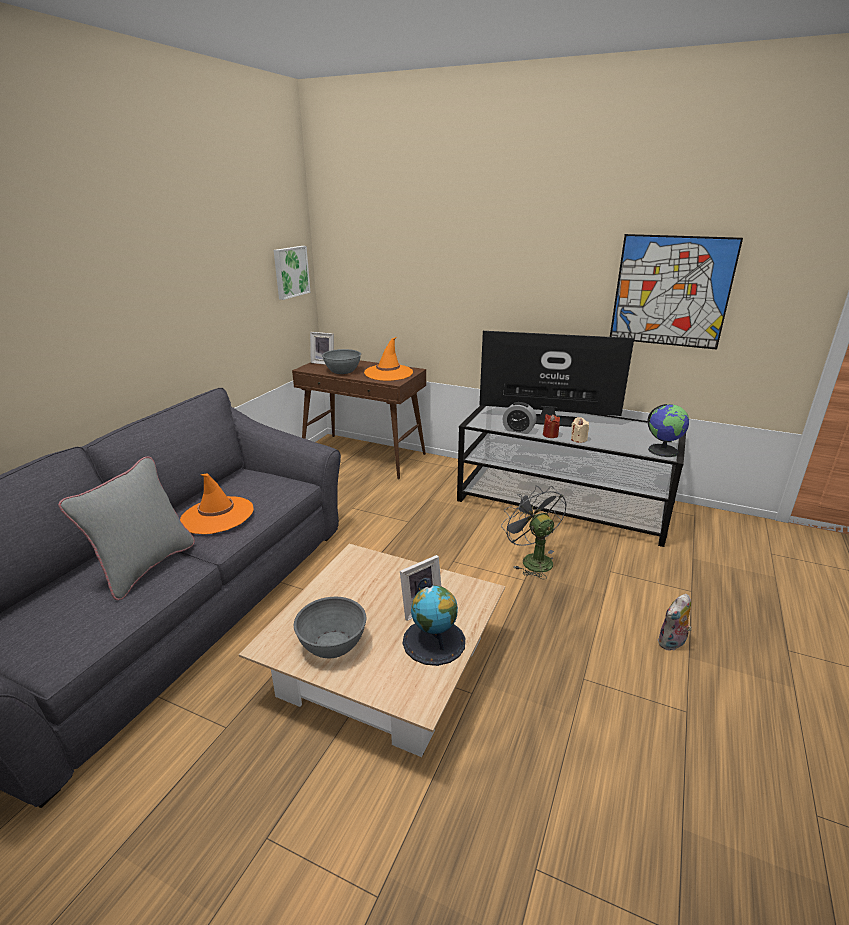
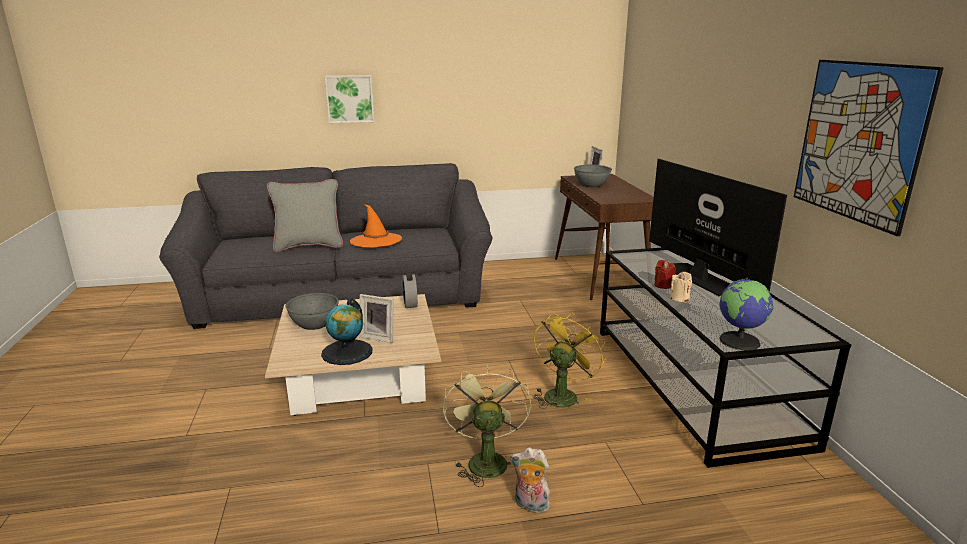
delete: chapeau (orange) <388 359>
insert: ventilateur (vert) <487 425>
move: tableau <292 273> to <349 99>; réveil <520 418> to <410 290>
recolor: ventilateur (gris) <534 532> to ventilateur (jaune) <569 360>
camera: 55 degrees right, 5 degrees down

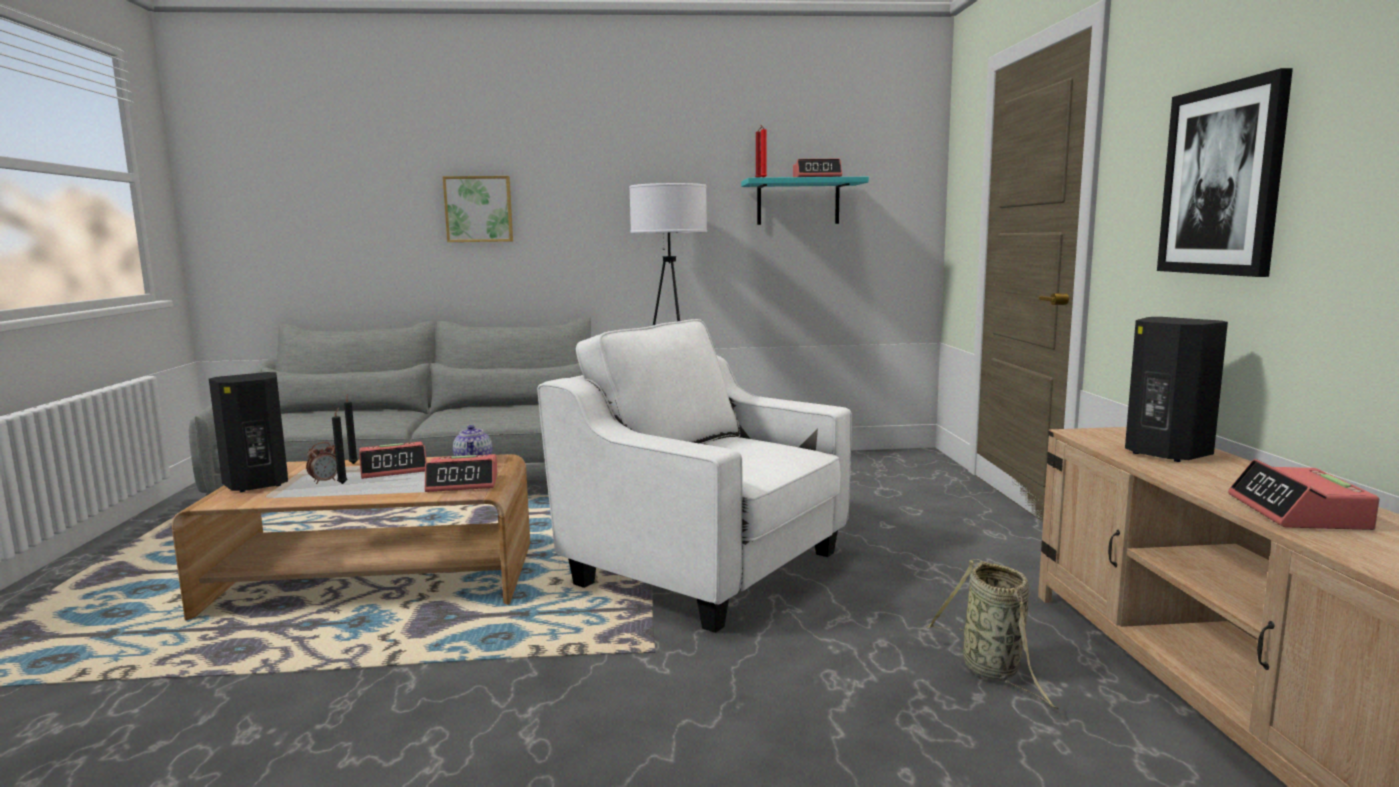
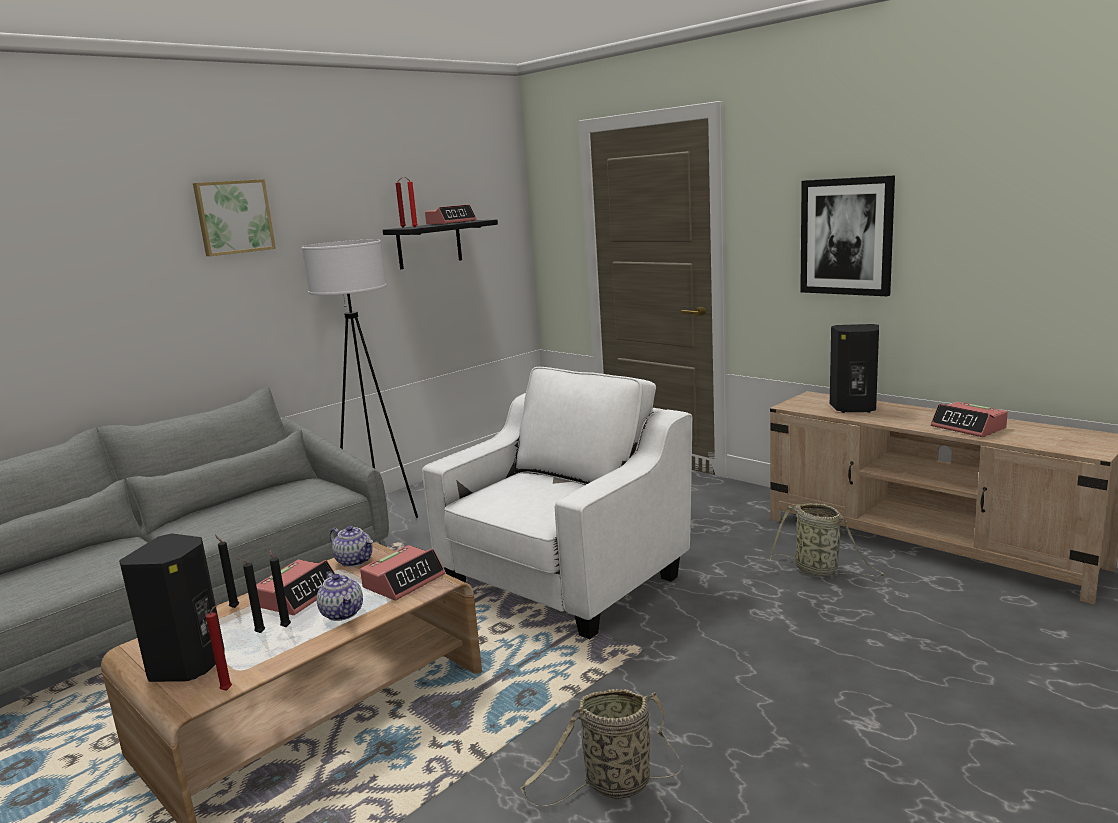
insert: bougie (rouge) <219 647>; théière <340 596>; panier <601 748>
move: tableau <478 209> to <234 217>
replace: réveil <321 463> to bougie (noir) <251 595>
recolor: étagère (turquoise) <805 201> to étagère (noir) <440 244>
rotate: fauteuil (blanc) <694 476> = <557 503> 135 degrees clockwise
camera: 40 degrees left, 5 degrees up

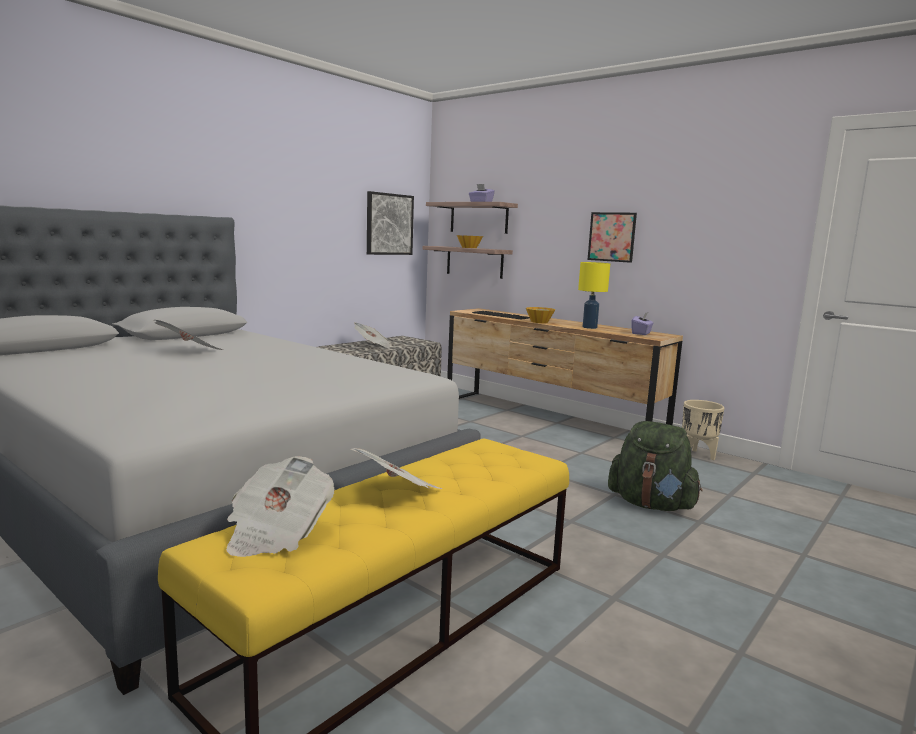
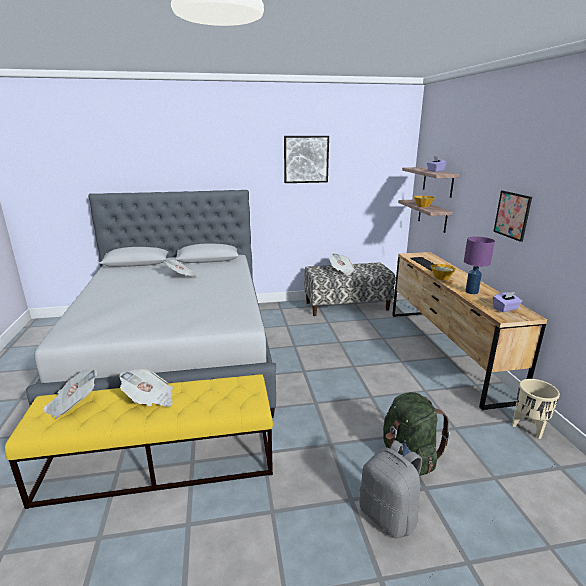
insert: sac à dos (gris) <391 489>
move: tableau <390 223> to <306 159>
recolor: lampe de table (jaune) <594 295> to lampe de table (violet) <479 265>
camera: 40 degrees right, 10 degrees up

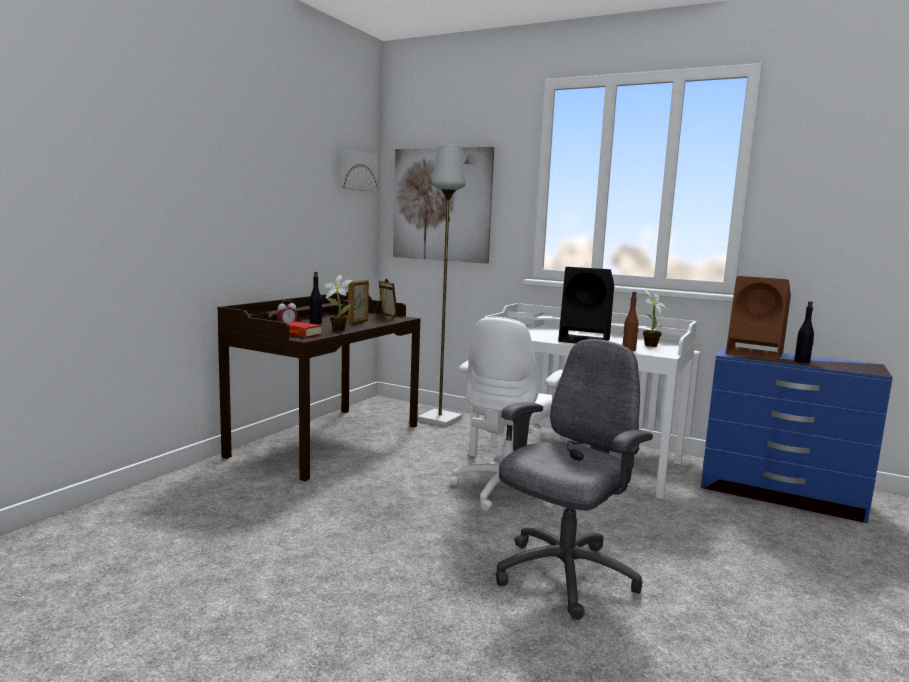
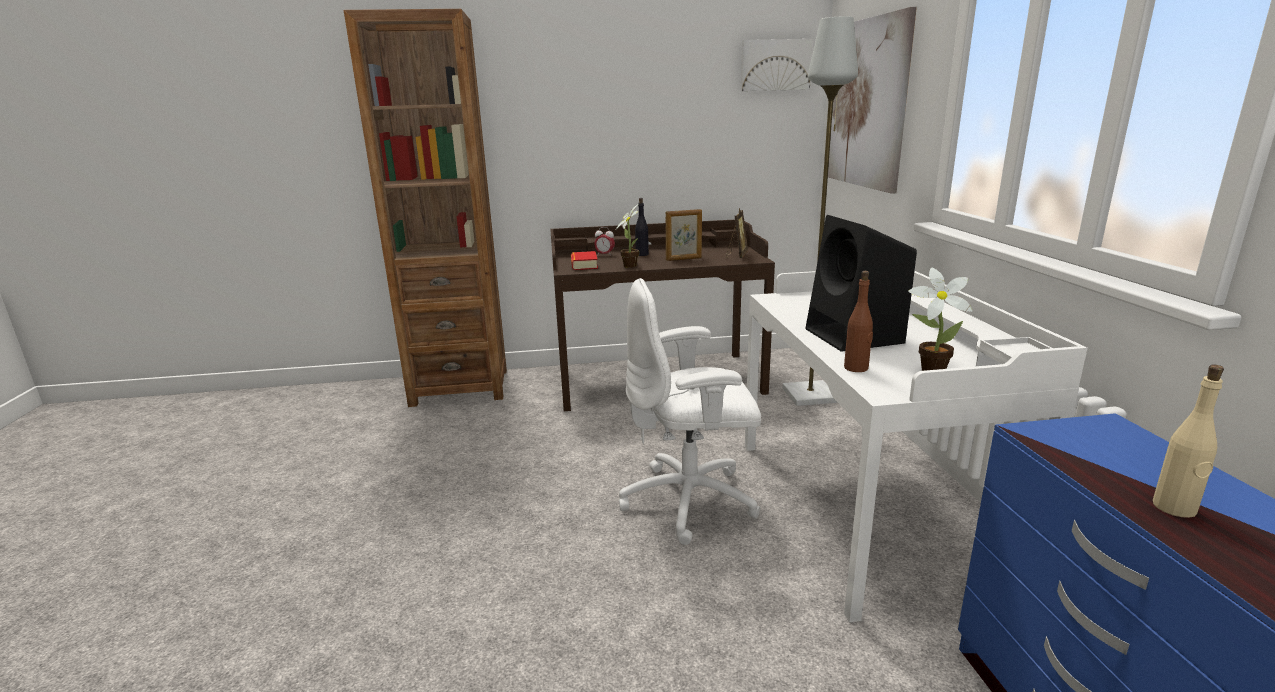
delete: chaise de bureau (gris) <574 479>; enceinte (marron) <758 318>
insert: bibliothèque (marron) <425 208>
recolor: bouteille (noir) <804 332> to bouteille (beige) <1188 441>
camera: 55 degrees right, 10 degrees up

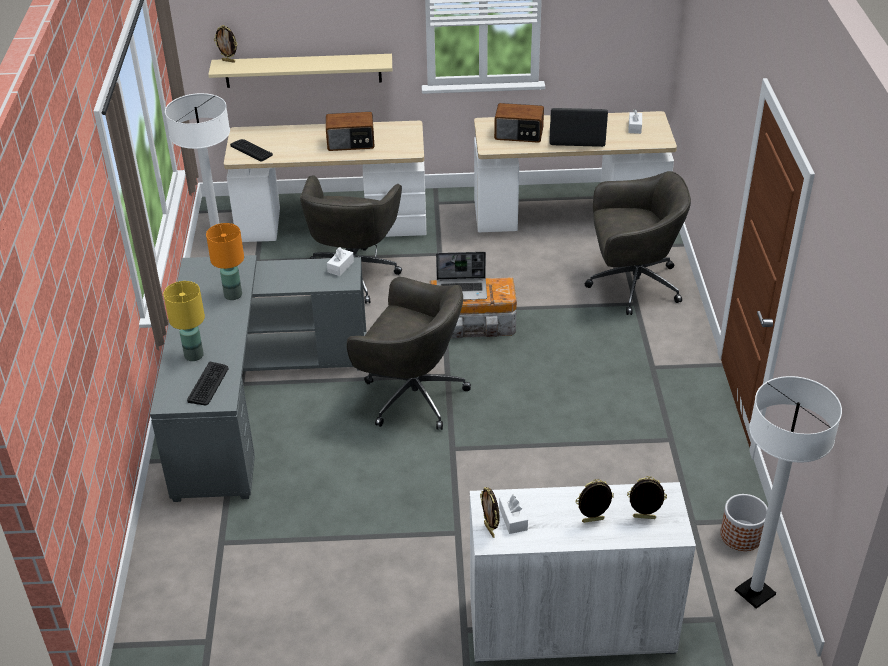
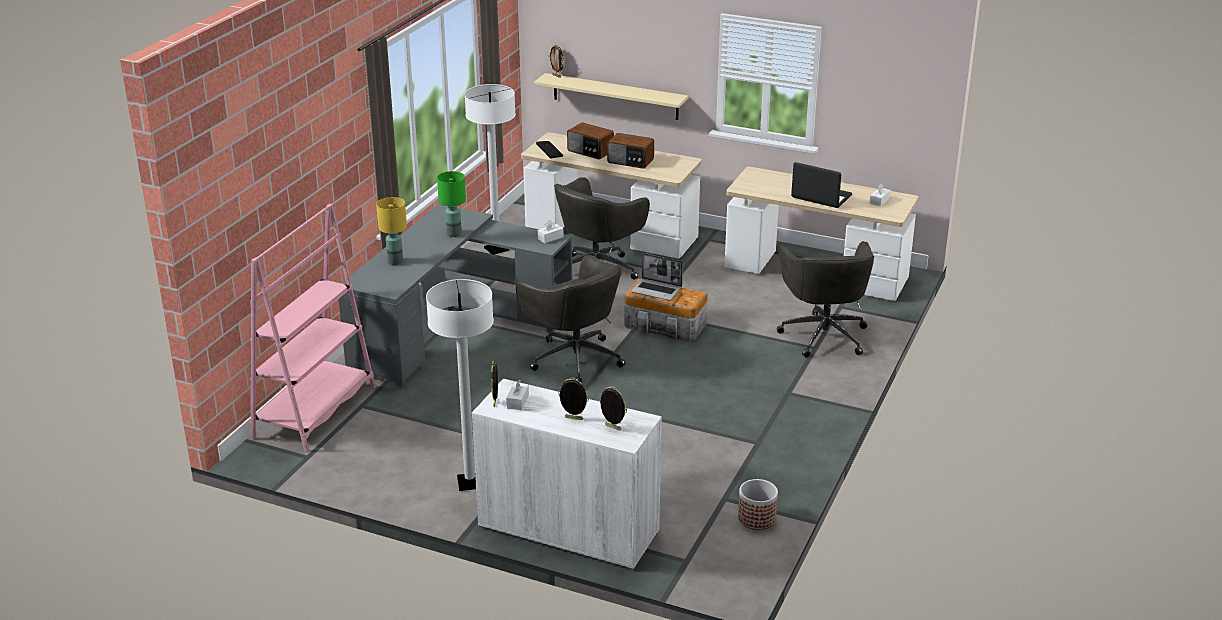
delete: clavier <208 383>
insert: bibliothèque (rose) <313 328>
move: radio <519 123> to <590 141>; lampadaire (blanc) <788 492> to <460 385>
recolor: lampe de table (orange) <225 261> to lampe de table (vert) <451 204>
rotate: chaise de bureau (gris) <638 243> = <826 299> 60 degrees clockwise
camera: 25 degrees right, 10 degrees down

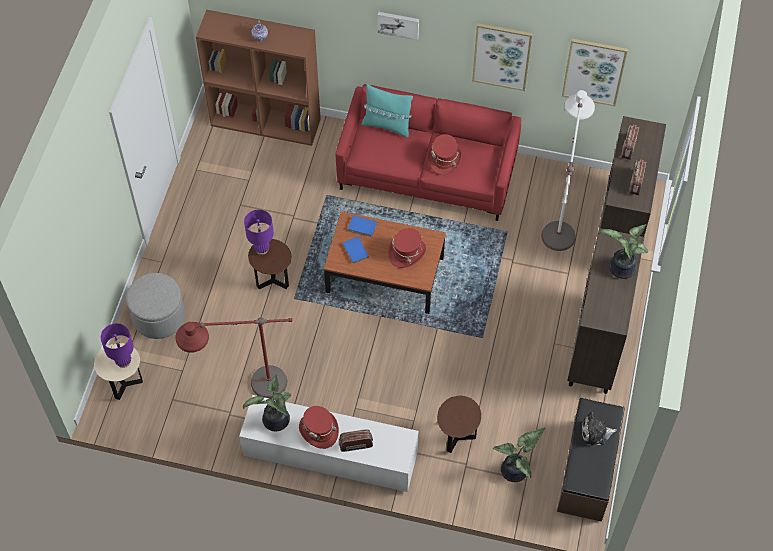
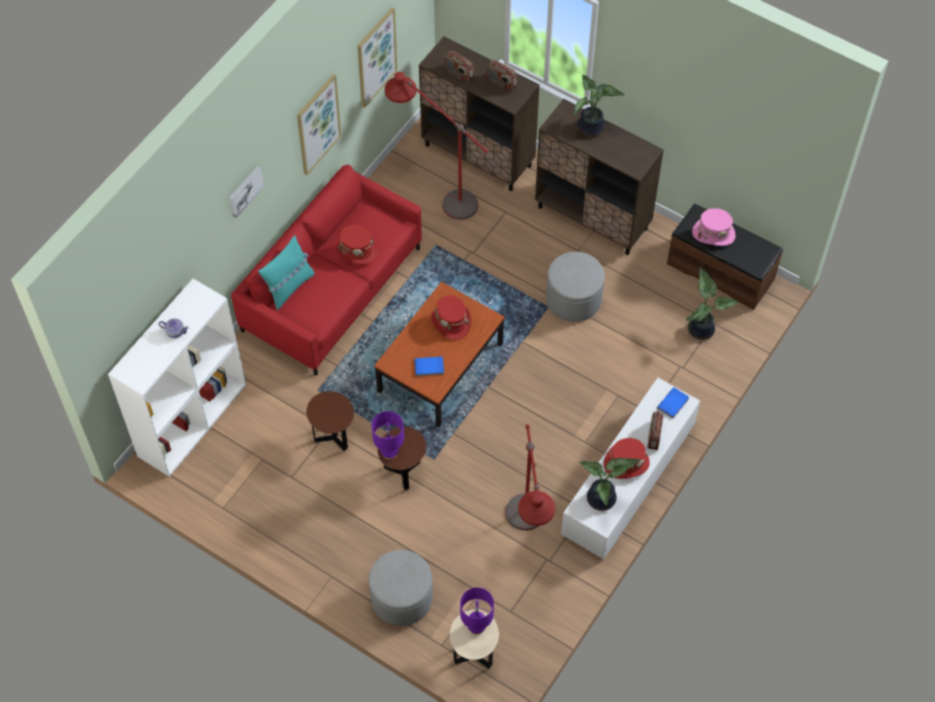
insert: pouf (gris) <575 287>
move: livre (bleu) <362 226> to <673 402>; table d'appoint (marron) <459 424> to <330 421>
replace: peluche <599 429> to chapeau (rose) <713 227>
recolor: bibliothèque (marron) <258 78> to bibliothèque (blanc) <177 378>; lampadaire (blanc) <568 170> to lampadaire (rouge) <436 146>
camera: 70 degrees left, 0 degrees up

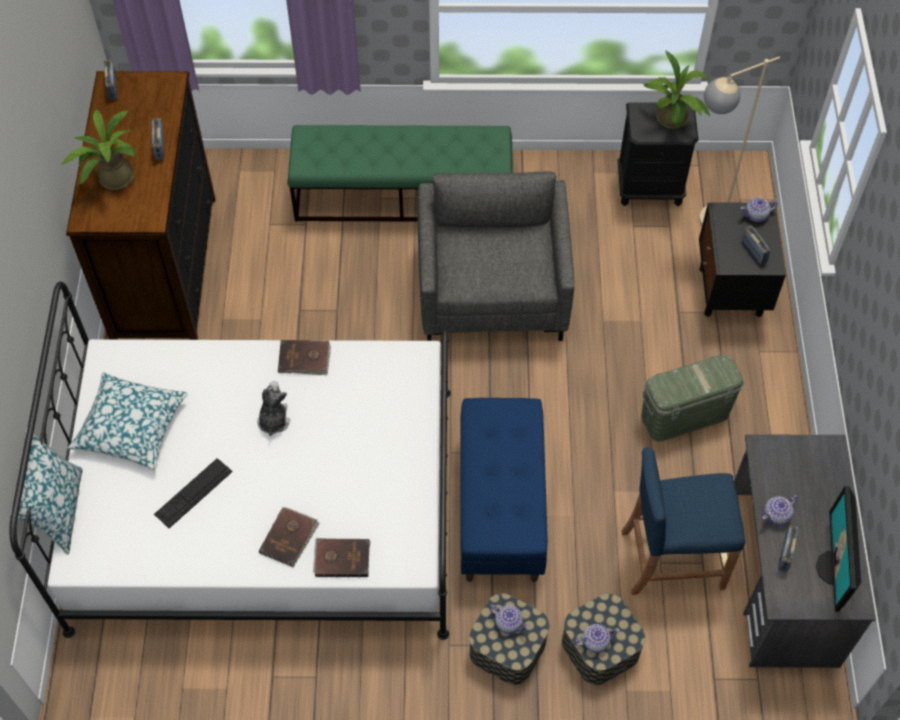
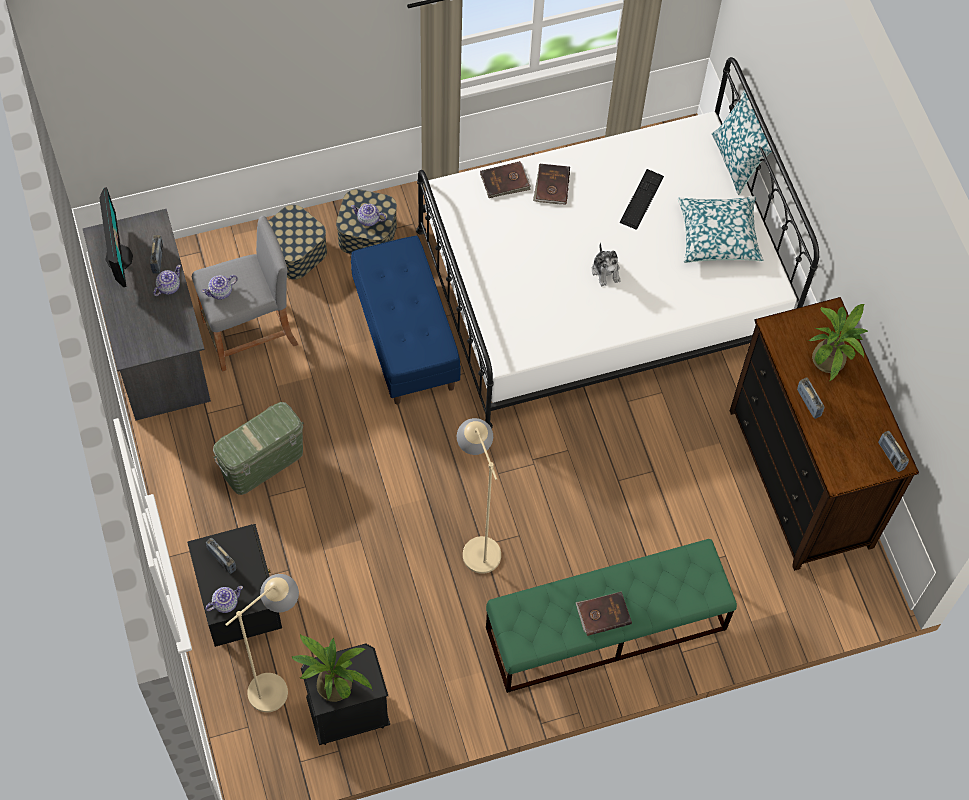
move: livre (marron) <304 357> to <604 614>; théière <597 638> to <219 287>
replace: fauteuil (gris) <496 256> to lampadaire (beige) <479 496>
recolor: tabouret (bleu) <683 521> to tabouret (gris) <245 294>
camera: 160 degrees right, 5 degrees up

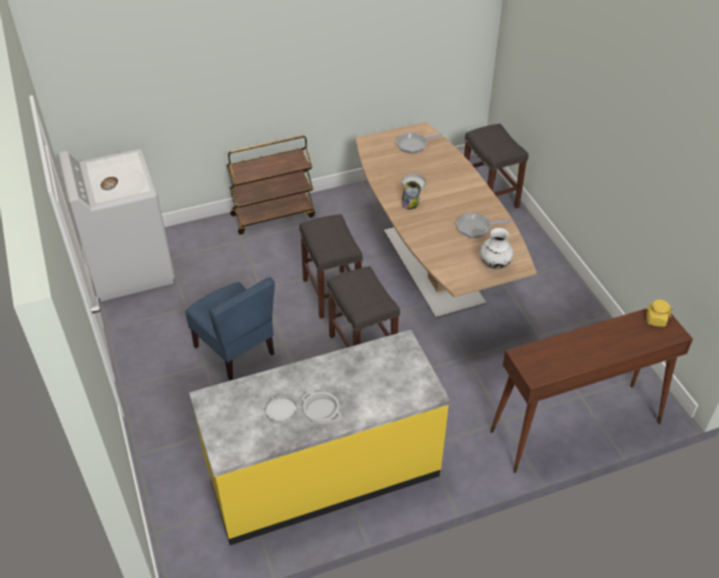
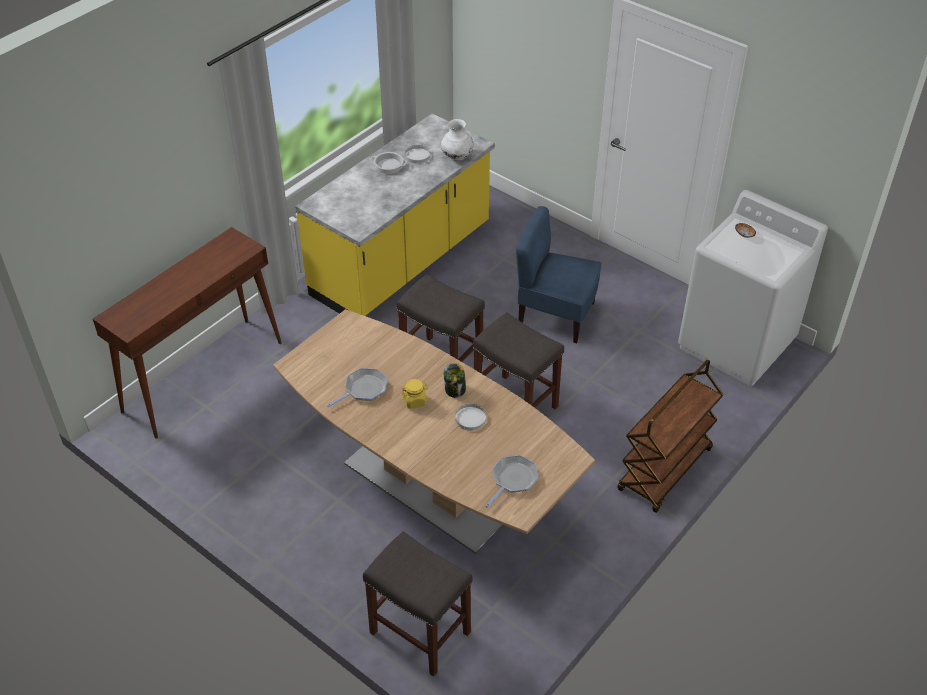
move: vase (blanc) <497 248> to <457 139>; bocal (jaune) <659 313> to <414 394>
camera: 150 degrees right, 0 degrees up

